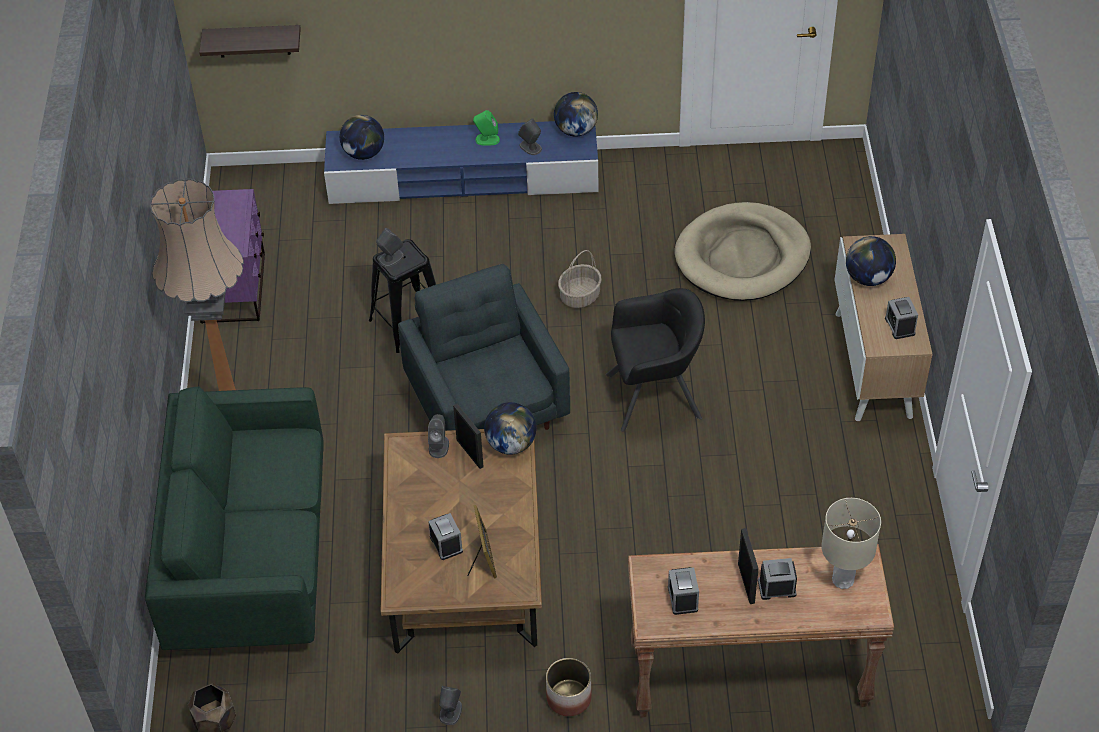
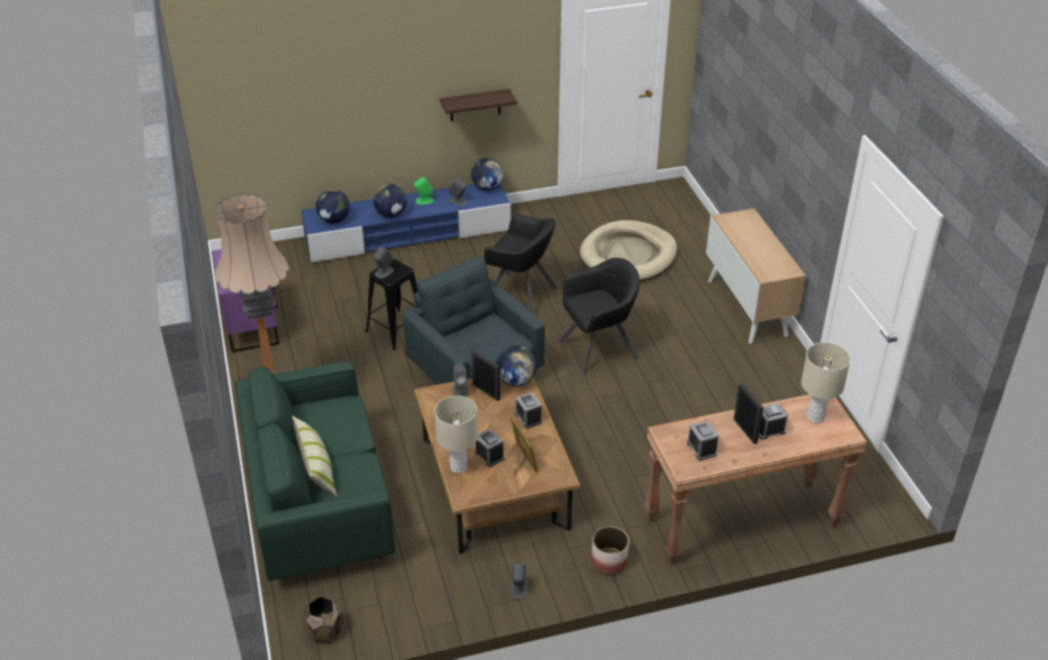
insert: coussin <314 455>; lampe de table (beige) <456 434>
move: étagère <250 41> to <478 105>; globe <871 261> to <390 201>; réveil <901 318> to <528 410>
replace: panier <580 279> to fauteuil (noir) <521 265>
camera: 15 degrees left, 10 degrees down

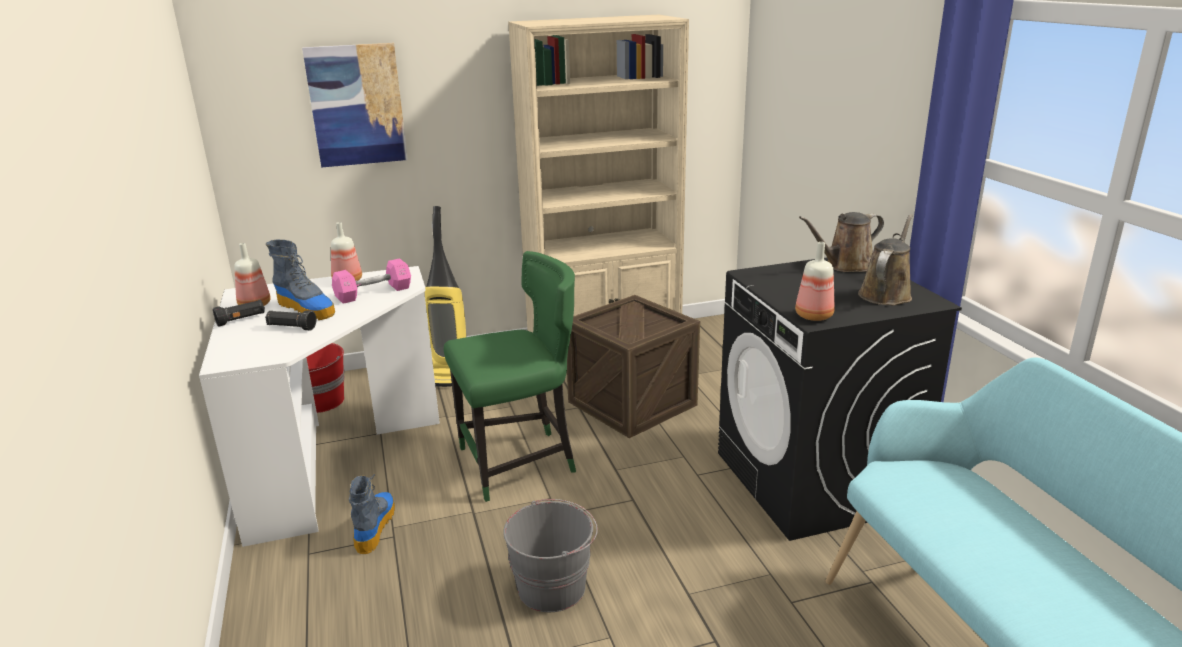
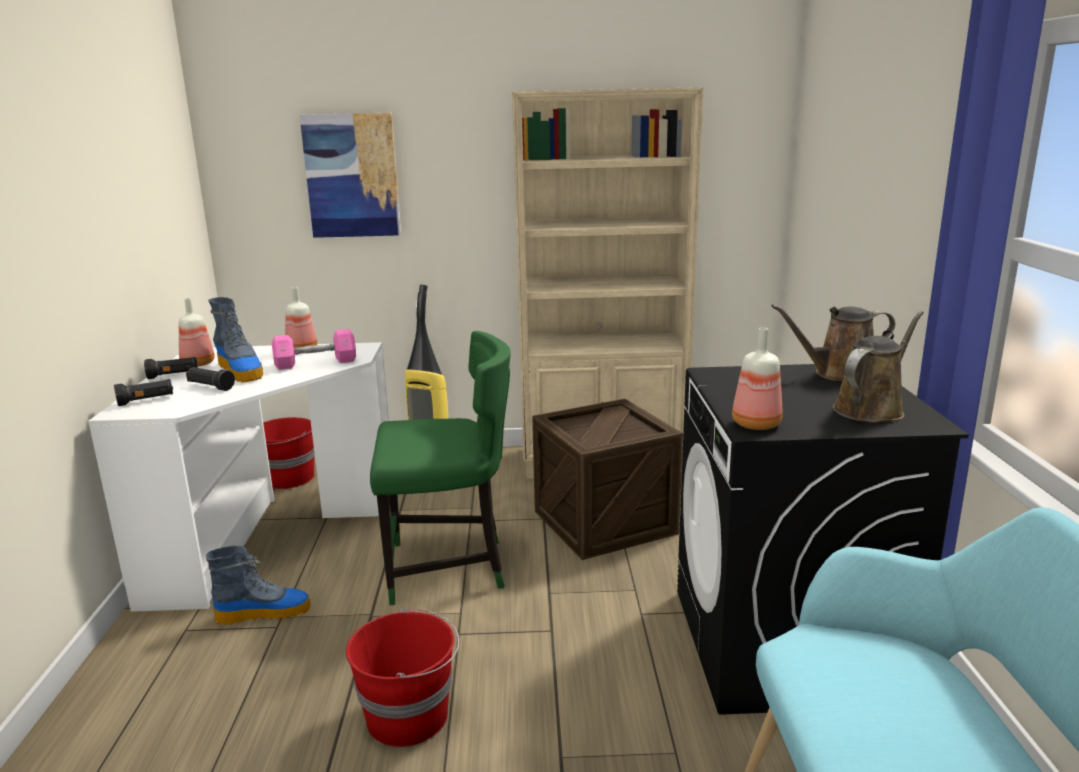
insert: lampe de poche (noir) <143 392>
recolor: seau (gris) <550 555> to seau (rouge) <402 678>
rotate: botte <372 514> = <258 585> 60 degrees clockwise
camera: 15 degrees right, 5 degrees down

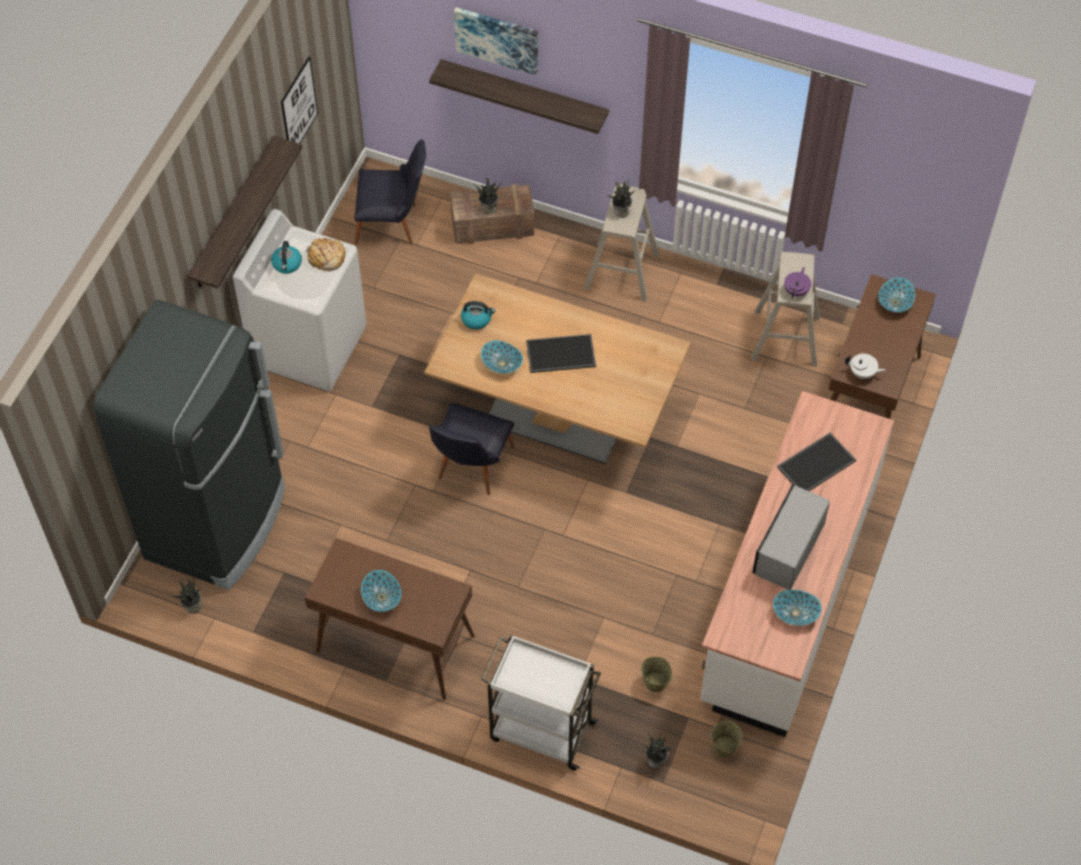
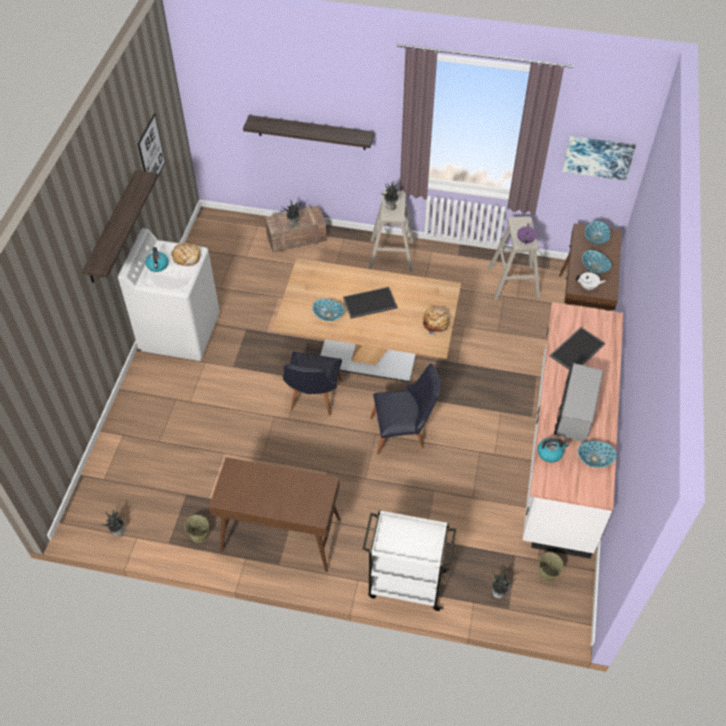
delete: réfrigérateur (noir) <189 445>
insert: pain <436 321>
move: chaise (noir) <390 192> to <405 409>; bol <381 591> to <596 261>; tableau <496 41> to <599 158>; bouilloire <478 315> to <553 450>; seau (beige) <656 674> to <196 529>
camera: 10 degrees left, 5 degrees down

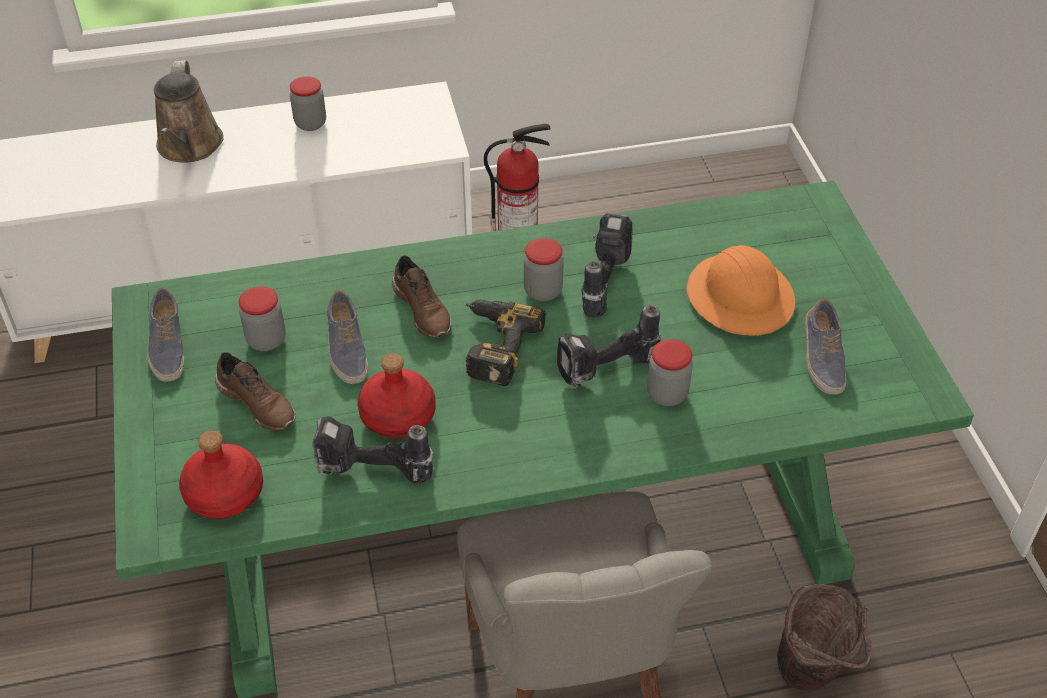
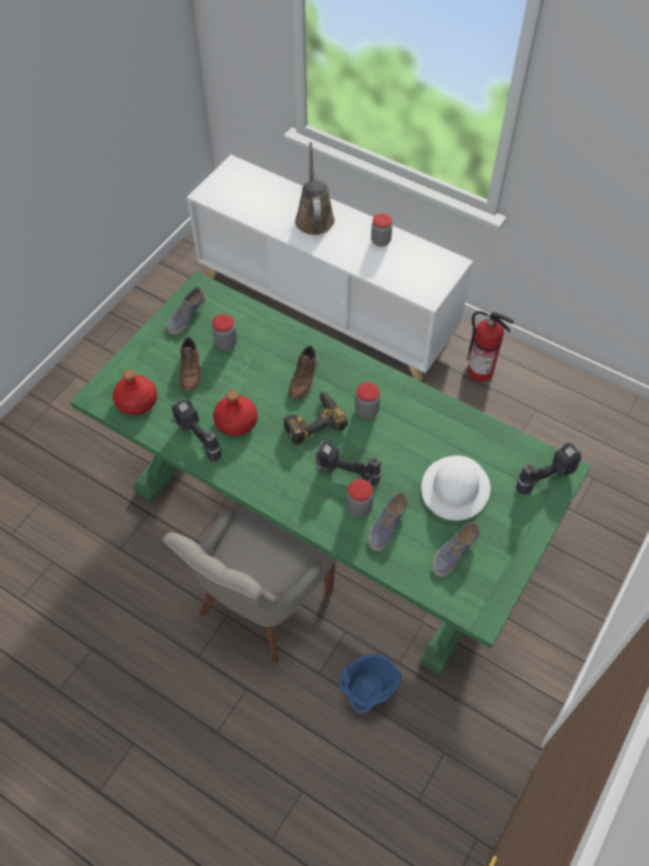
move: chaussure <347 337> to <388 522>; perceuse <606 265> to <548 468>
recolor: casque de chantier (orange) <741 290> to casque de chantier (blanc) <456 488>; seau (marron) <824 637> to seau (bleu) <370 683>
rotate: arrosoir (marron) <189 111> = <315 188> 135 degrees clockwise
camera: 45 degrees right, 10 degrees up

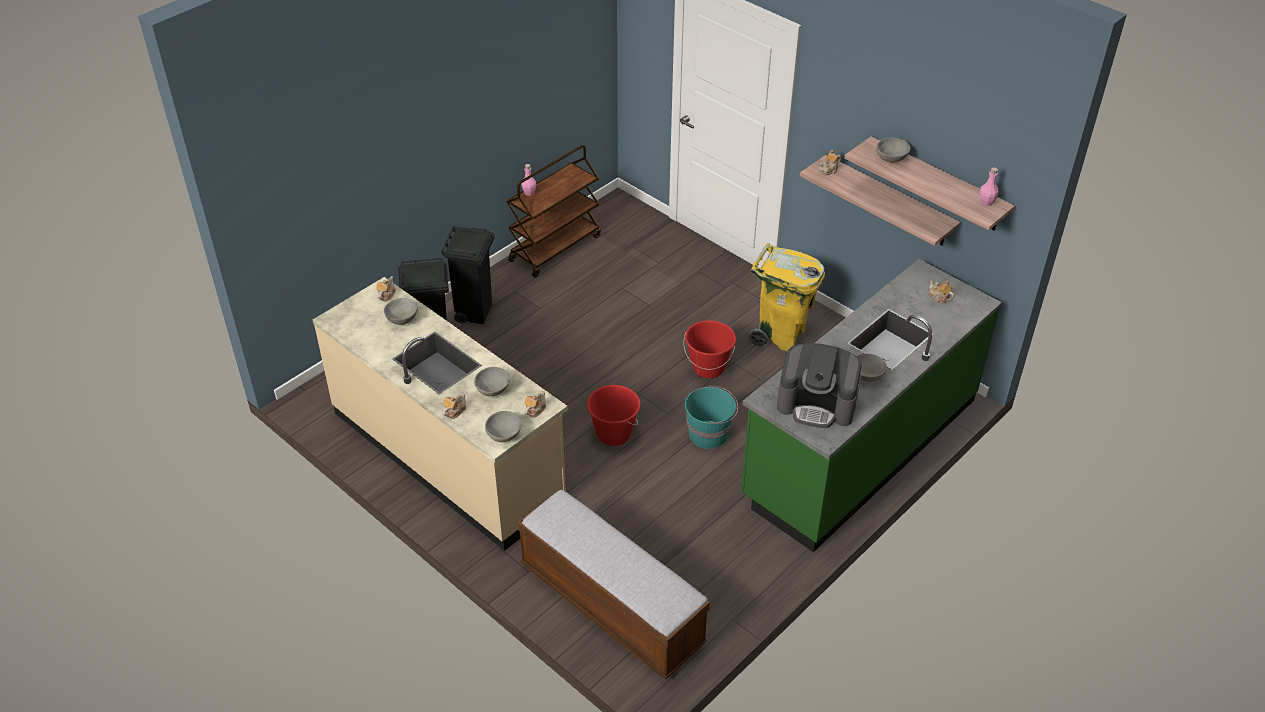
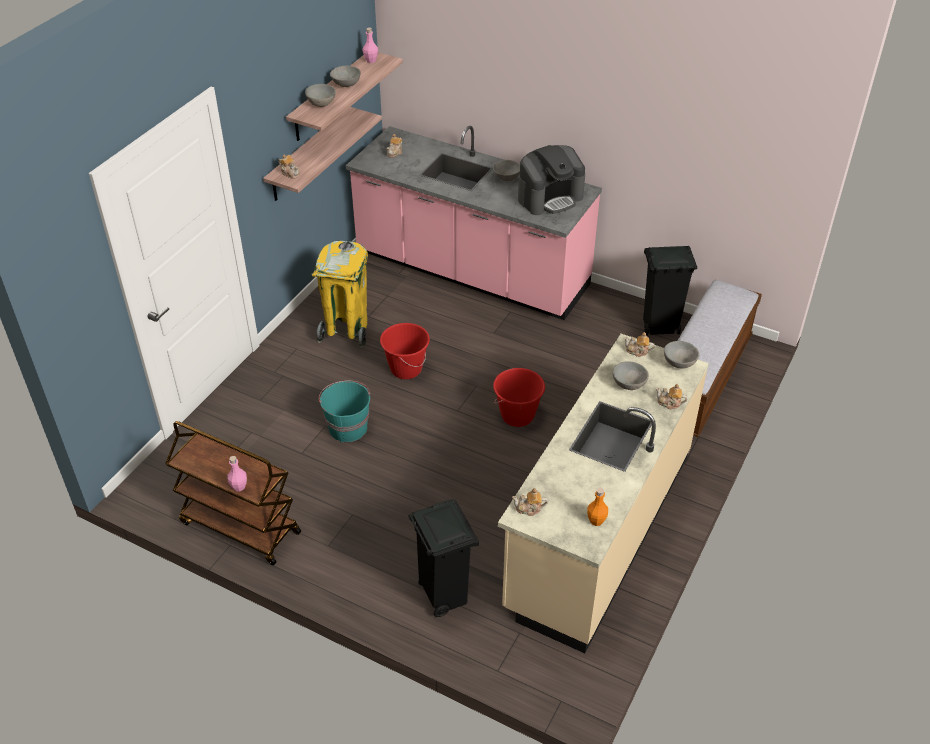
insert: bouteille (orange) <597 507>
move: bol (gris) <401 311> to <345 76>; poubelle (noir) <467 275> to <670 291>; seau (turquoise) <711 417> to <344 412>
recolor: comptoir de cuisine (vert) <871 405> to comptoir de cuisine (rose) <474 223>
rotate: machine à café <819 385> = <551 180> 60 degrees clockwise
camera: 105 degrees left, 0 degrees up

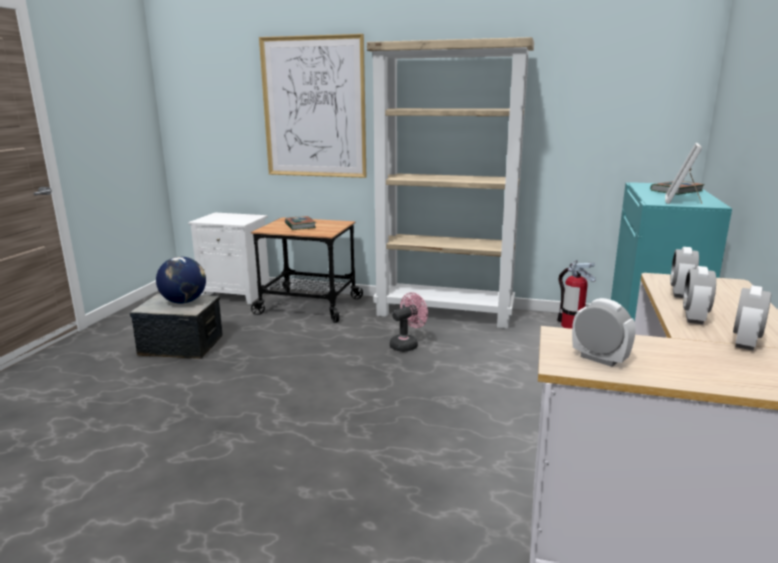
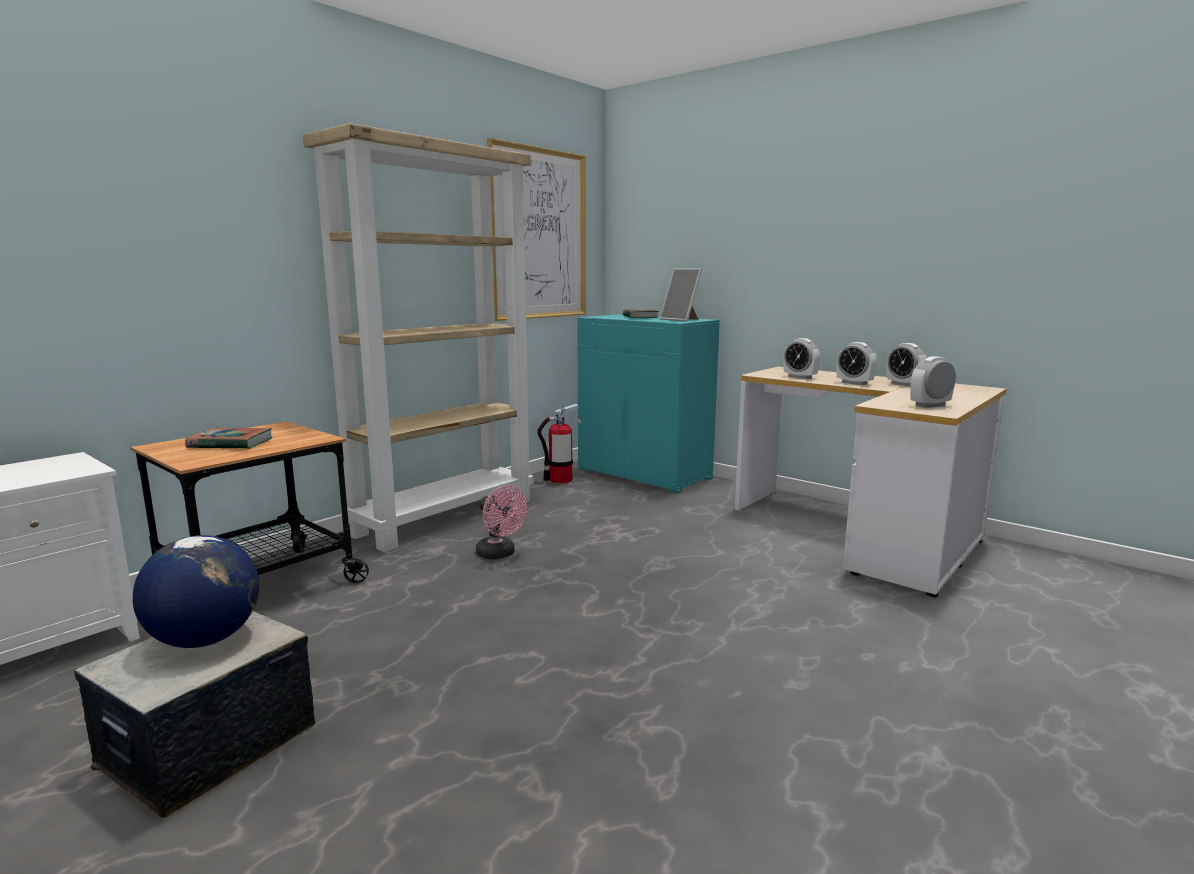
move: tableau <312 106> to <536 229>
rotate: ventilateur (rose) <409 322> = <501 522> 150 degrees clockwise
camera: 65 degrees left, 5 degrees down

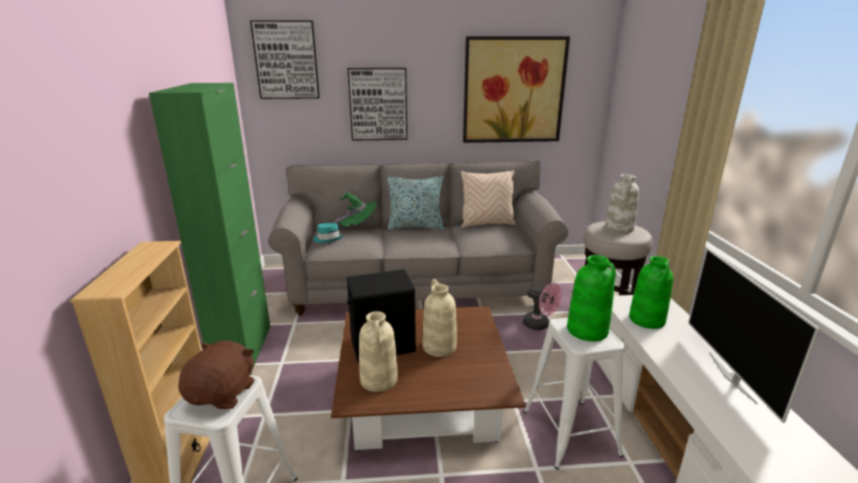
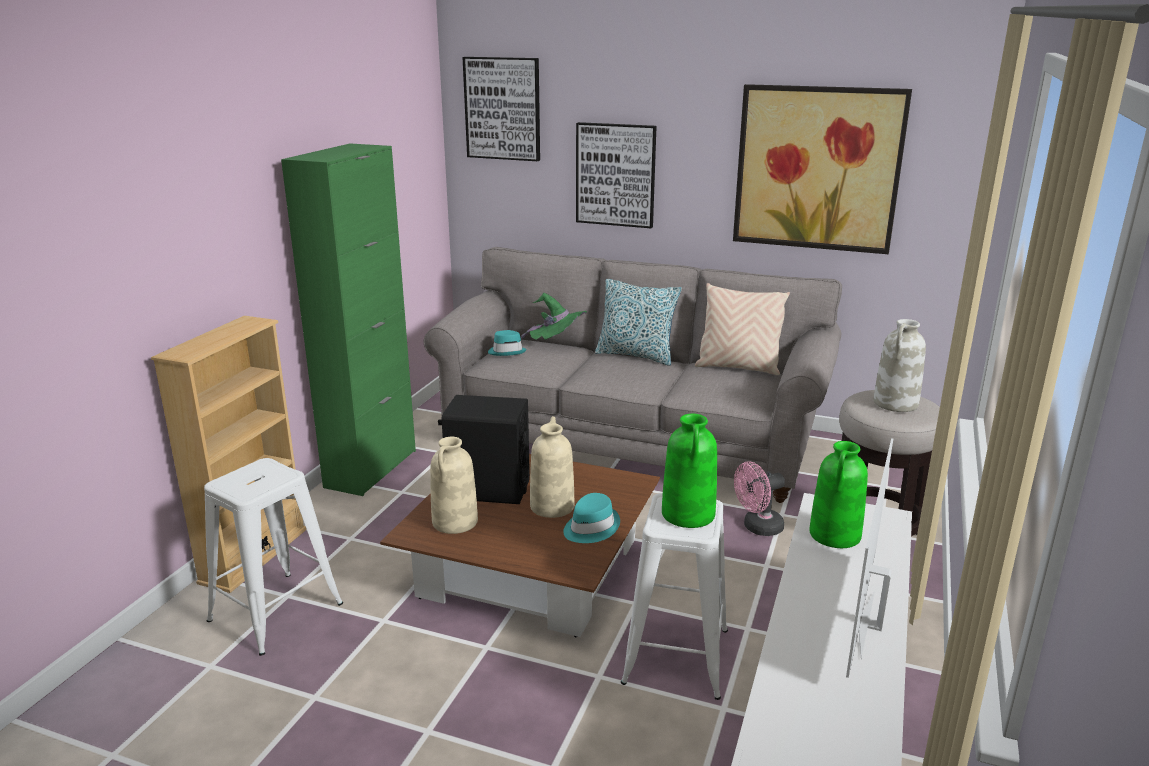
delete: peluche (marron) <216 375>
insert: chapeau (turquoise) <591 518>
rotate: ventilateur (rose) <542 306> = <759 499> 90 degrees clockwise
camera: 25 degrees right, 0 degrees up

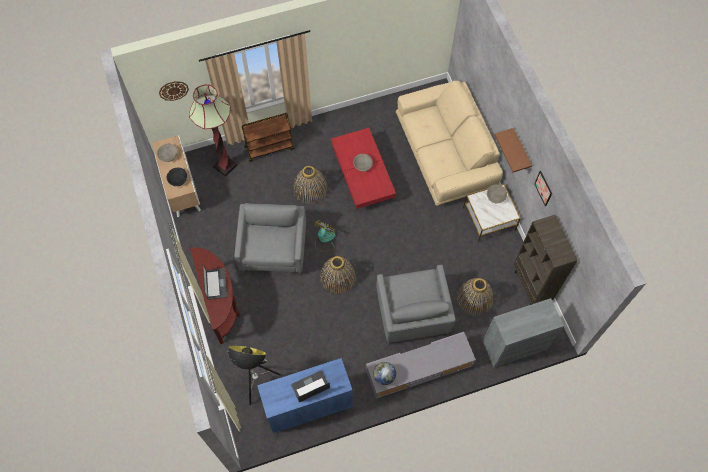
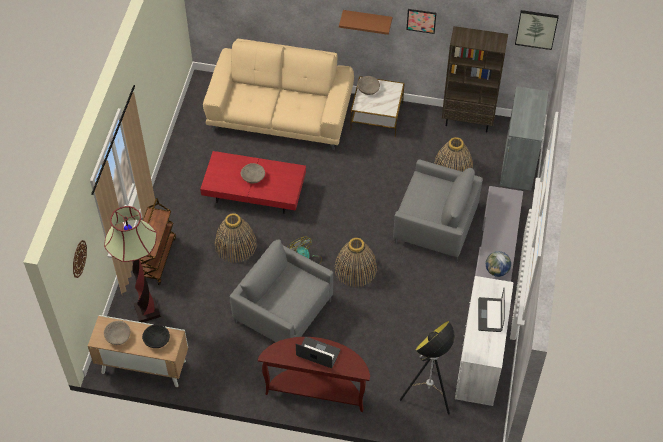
insert: tableau <537 30>
recolor: meuble de rangement (bleu) <305 396> to meuble de rangement (blanc) <484 341>
camera: 60 degrees left, 10 degrees down

